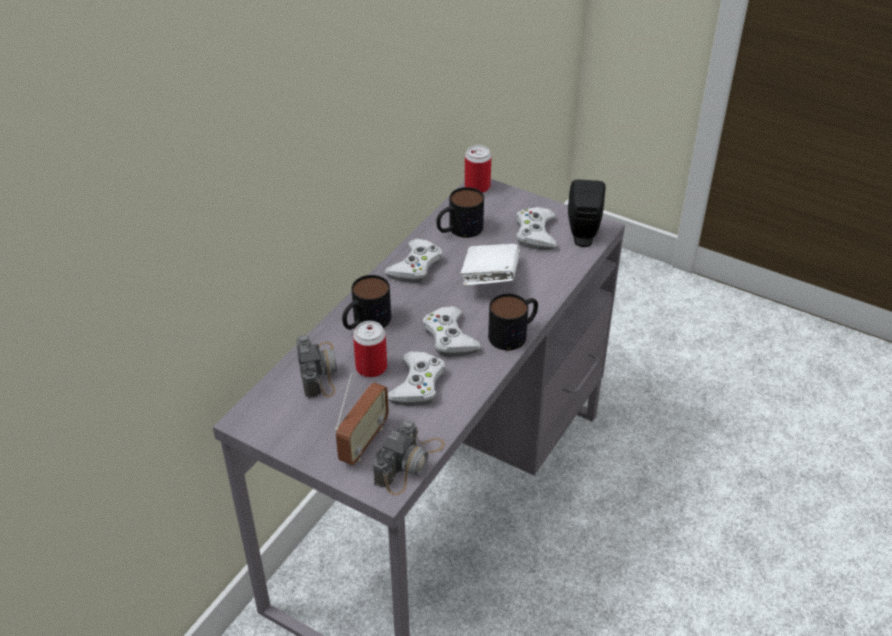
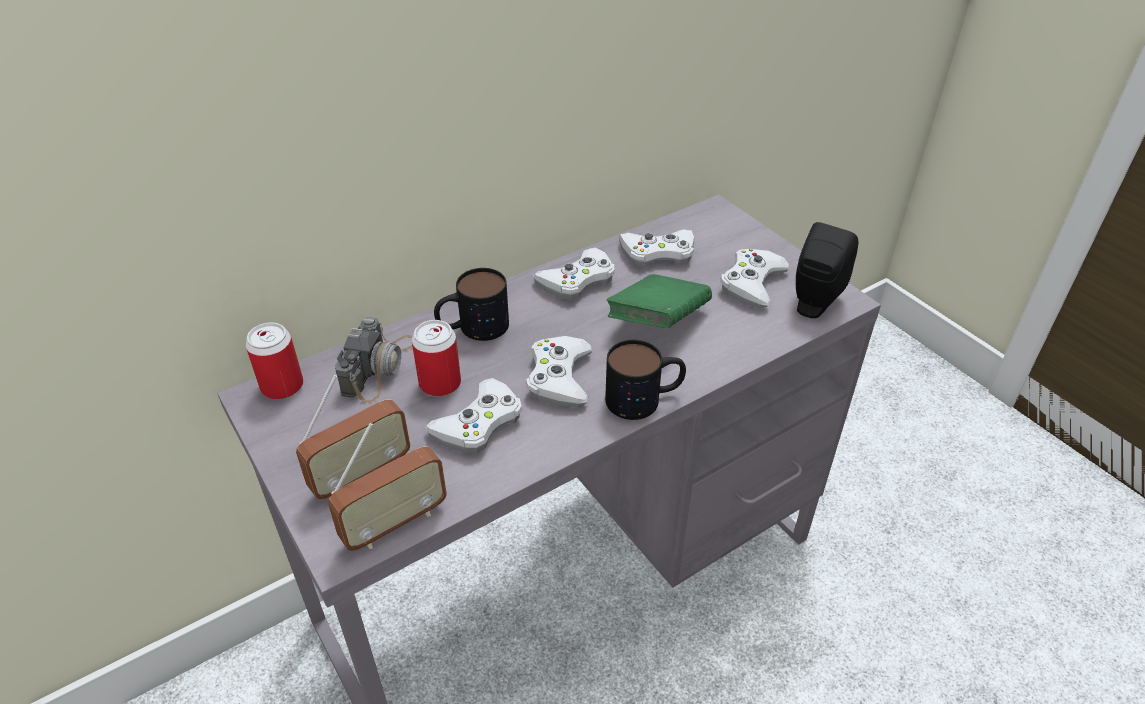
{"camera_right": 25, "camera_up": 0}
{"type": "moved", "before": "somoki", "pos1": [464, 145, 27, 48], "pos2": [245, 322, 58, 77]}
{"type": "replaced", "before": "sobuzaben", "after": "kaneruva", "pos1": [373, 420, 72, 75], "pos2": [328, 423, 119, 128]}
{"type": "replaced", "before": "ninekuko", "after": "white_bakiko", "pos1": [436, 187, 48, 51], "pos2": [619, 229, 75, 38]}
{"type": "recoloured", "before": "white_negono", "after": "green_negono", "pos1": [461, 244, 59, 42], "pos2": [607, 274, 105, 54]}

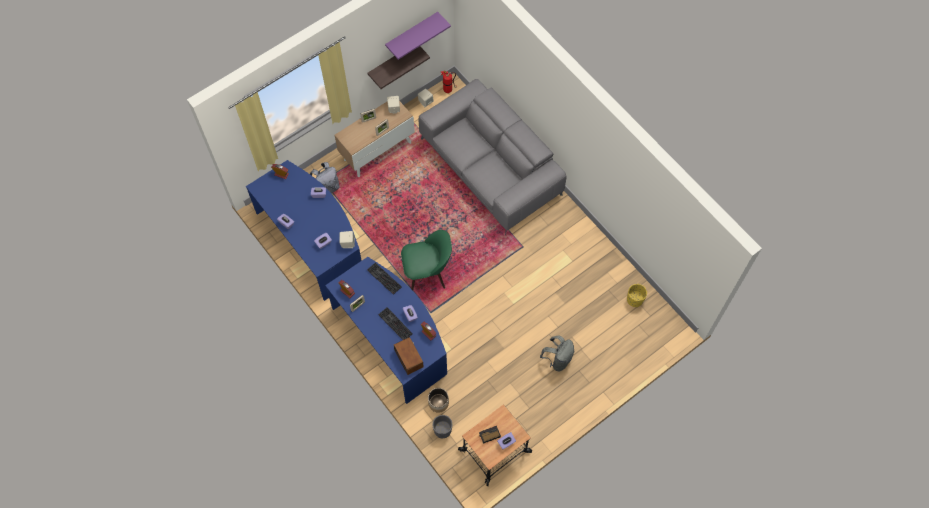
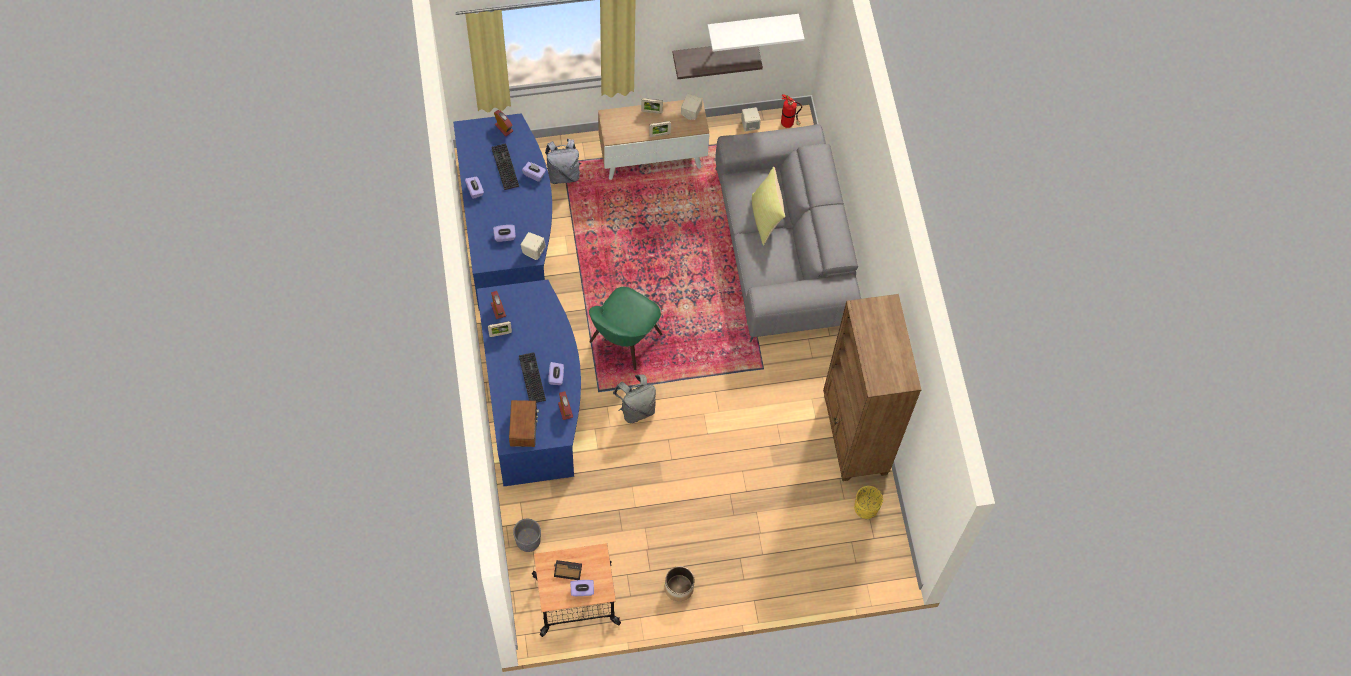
{"camera_right": 25, "camera_up": 0}
{"type": "added", "after": "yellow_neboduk", "pos2": [752, 167, 33, 78]}
{"type": "added", "after": "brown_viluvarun", "pos2": [823, 294, 98, 187]}
{"type": "moved", "before": "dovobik", "pos1": [367, 263, 35, 32], "pos2": [491, 143, 28, 47]}
{"type": "moved", "before": "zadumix", "pos1": [428, 388, 21, 25], "pos2": [665, 566, 29, 35]}
{"type": "moved", "before": "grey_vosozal", "pos1": [540, 336, 34, 36], "pos2": [613, 374, 43, 49]}
{"type": "recoloured", "before": "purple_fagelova", "after": "white_fagelova", "pos1": [385, 12, 66, 48], "pos2": [708, 14, 96, 38]}
{"type": "turned", "before": "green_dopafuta", "pos1": [401, 230, 51, 60], "pos2": [589, 287, 74, 83], "turn": 105}

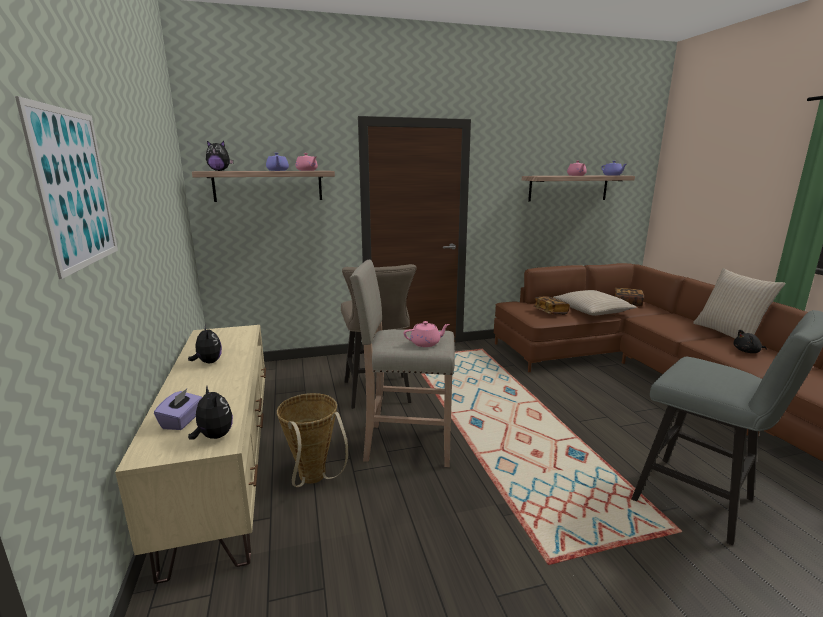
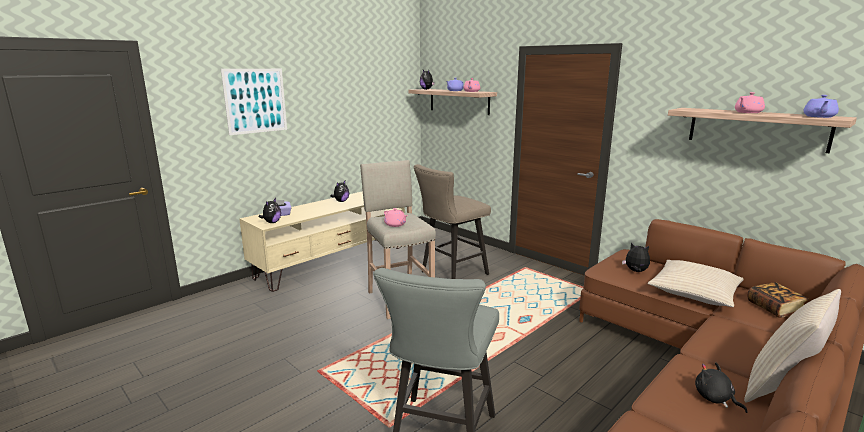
{"camera_right": 60, "camera_up": 0}
{"type": "removed", "before": "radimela", "pos1": [277, 393, 71, 94]}
{"type": "replaced", "before": "negono", "after": "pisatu", "pos1": [533, 296, 37, 19], "pos2": [622, 243, 28, 29]}

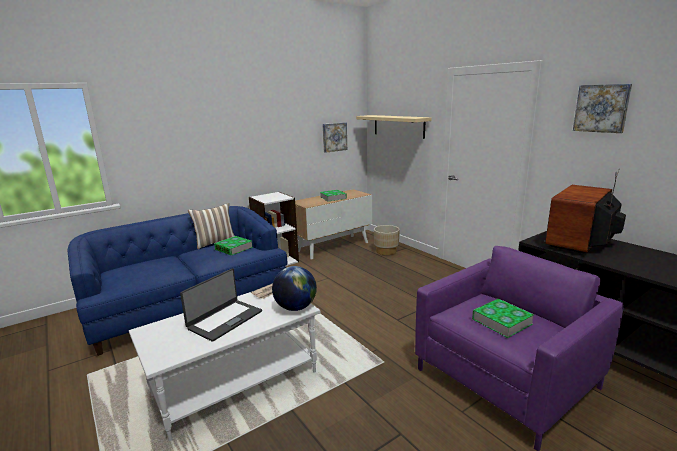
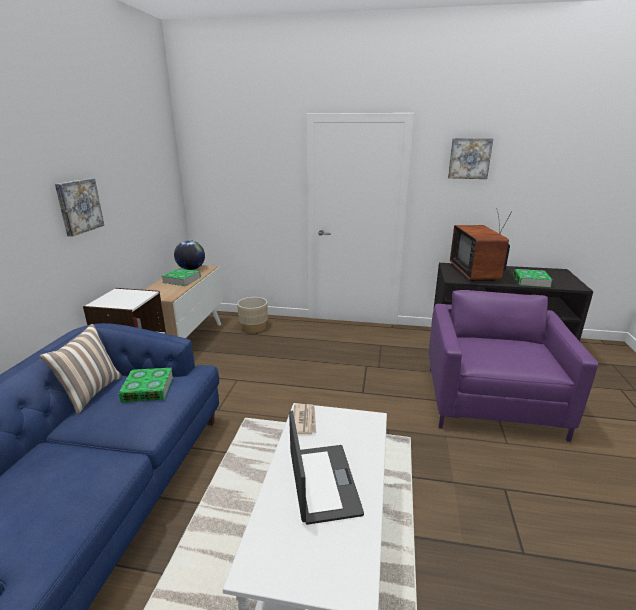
{"camera_right": -45, "camera_up": 5}
{"type": "removed", "before": "beige_fagelova", "pos1": [356, 115, 76, 24]}
{"type": "moved", "before": "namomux", "pos1": [272, 266, 45, 45], "pos2": [174, 240, 31, 30]}
{"type": "moved", "before": "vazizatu", "pos1": [323, 122, 24, 31], "pos2": [55, 178, 49, 58]}
{"type": "moved", "before": "negono", "pos1": [472, 299, 62, 39], "pos2": [513, 269, 39, 18]}

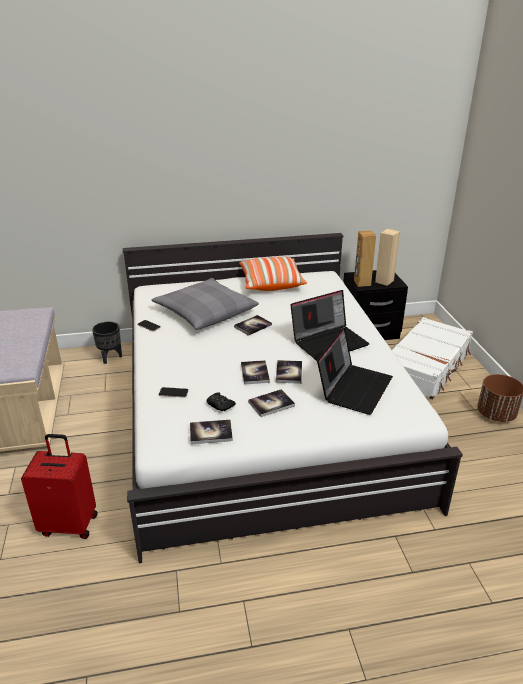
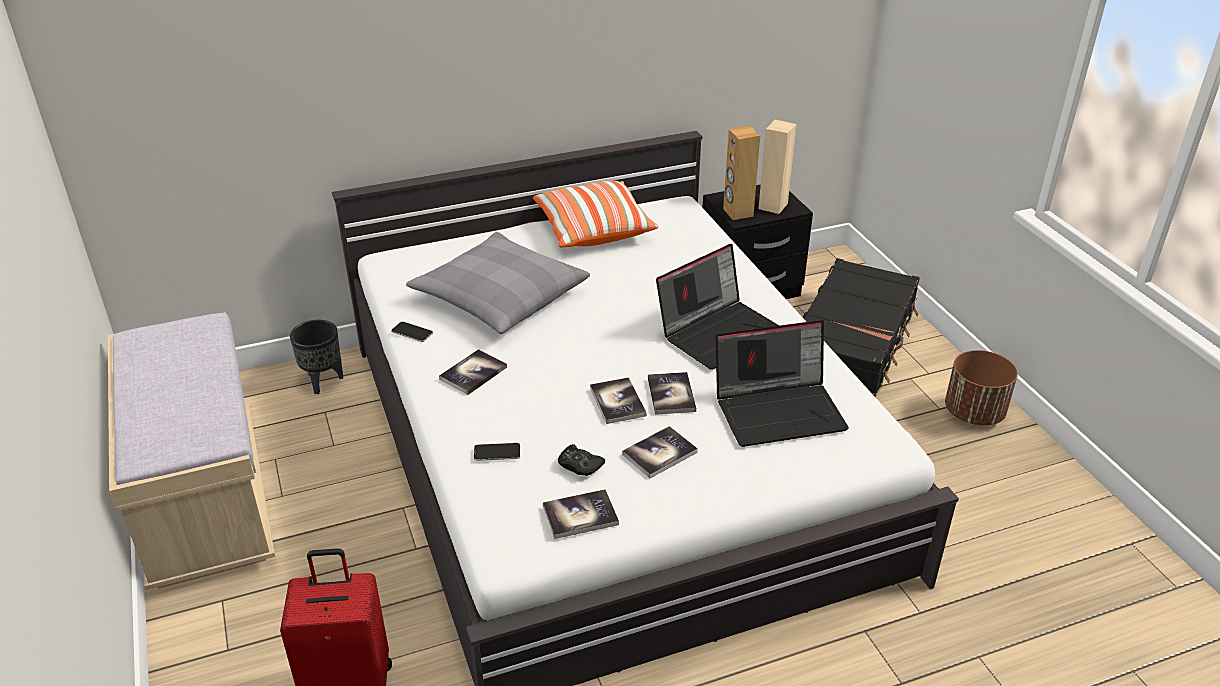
{"camera_right": -10, "camera_up": 5}
{"type": "moved", "before": "negono", "pos1": [234, 315, 38, 21], "pos2": [439, 349, 68, 46]}
{"type": "recoloured", "before": "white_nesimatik", "after": "black_nesimatik", "pos1": [392, 317, 81, 82], "pos2": [803, 258, 117, 139]}
{"type": "turned", "before": "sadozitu", "pos1": [317, 327, 76, 88], "pos2": [716, 320, 133, 127], "turn": 60}

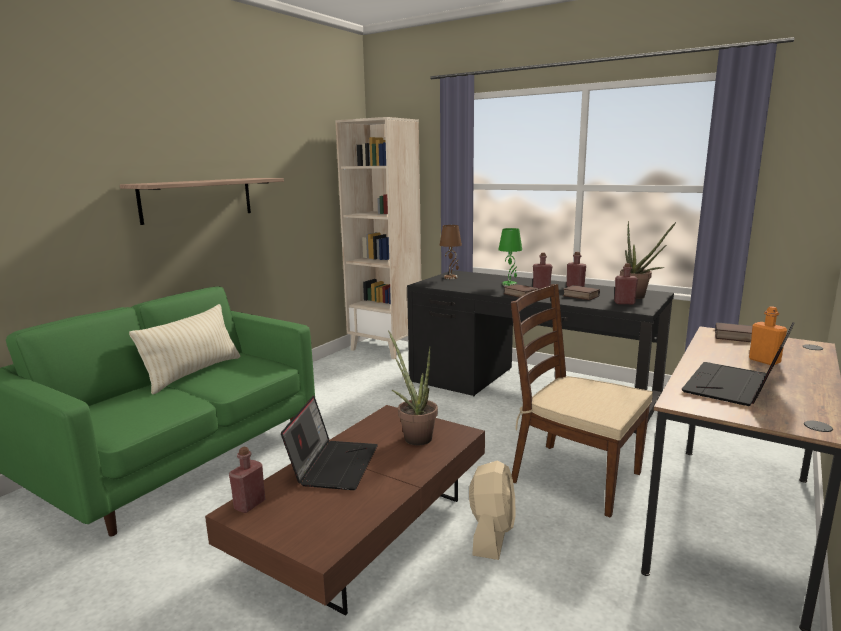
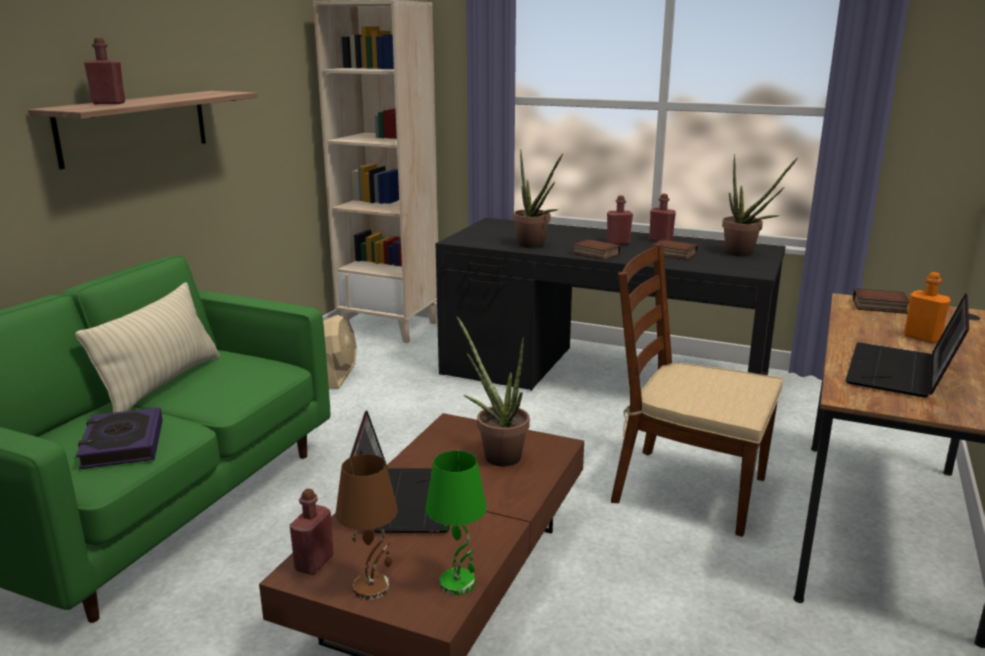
{"camera_right": -10, "camera_up": 5}
{"type": "added", "after": "negono", "pos2": [76, 407, 87, 62]}
{"type": "added", "after": "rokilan", "pos2": [513, 149, 50, 99]}
{"type": "moved", "before": "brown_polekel", "pos1": [440, 225, 22, 54], "pos2": [335, 454, 63, 146]}
{"type": "moved", "before": "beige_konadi", "pos1": [469, 460, 47, 100], "pos2": [323, 315, 34, 74]}
{"type": "moved", "before": "green_polekel", "pos1": [498, 228, 24, 58], "pos2": [425, 450, 62, 145]}
{"type": "moved", "before": "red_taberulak", "pos1": [614, 263, 24, 41], "pos2": [84, 38, 41, 66]}

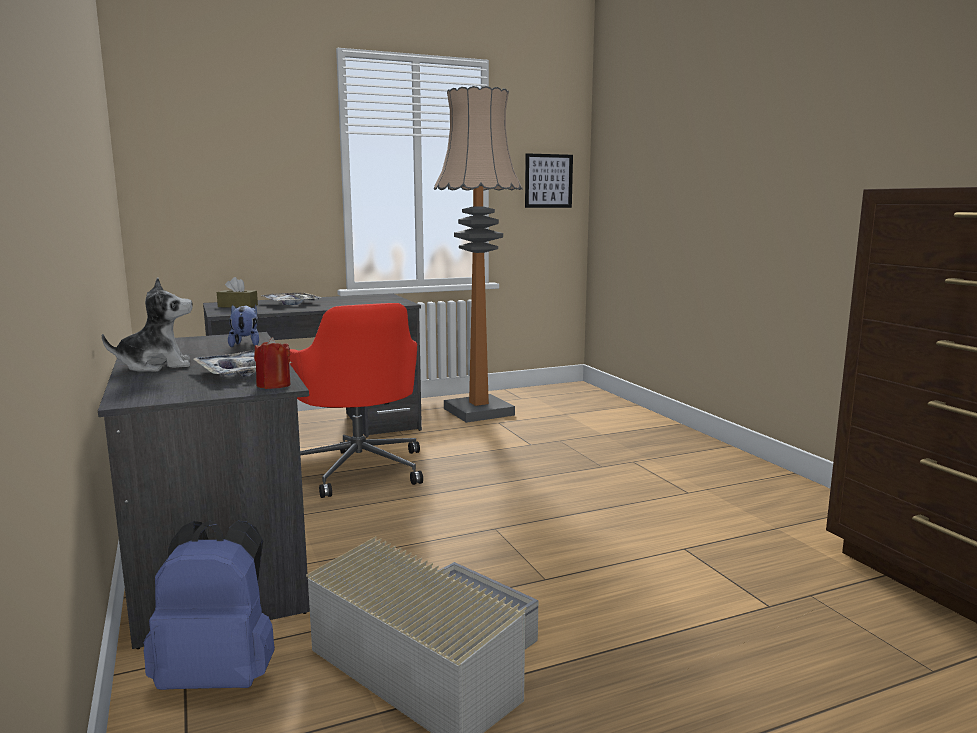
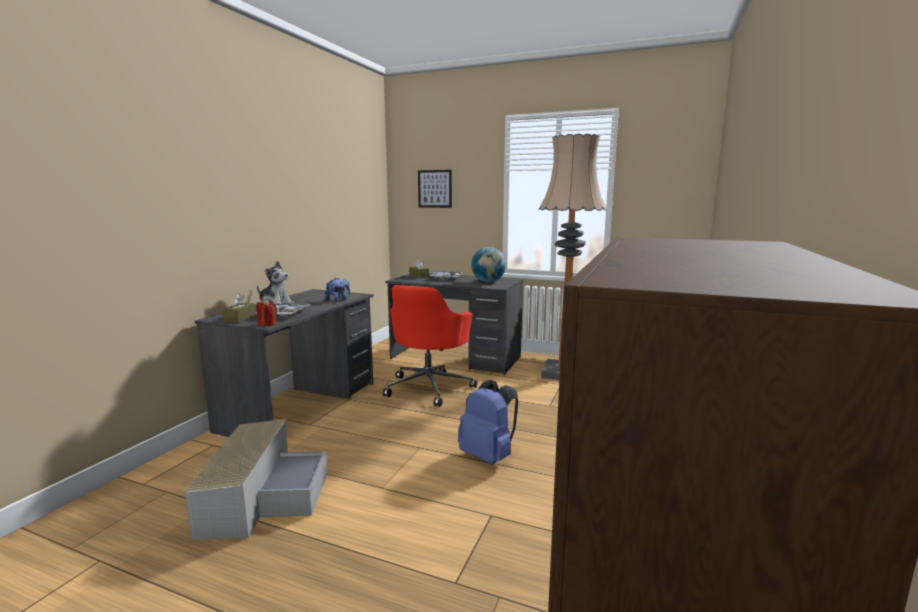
{"camera_right": 45, "camera_up": 0}
{"type": "added", "after": "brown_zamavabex", "pos2": [222, 293, 34, 30]}
{"type": "added", "after": "namomux", "pos2": [471, 247, 35, 35]}
{"type": "moved", "before": "blue_vosozal", "pos1": [144, 521, 131, 169], "pos2": [458, 380, 60, 84]}
{"type": "moved", "before": "vazizatu", "pos1": [525, 153, 48, 55], "pos2": [418, 170, 34, 38]}

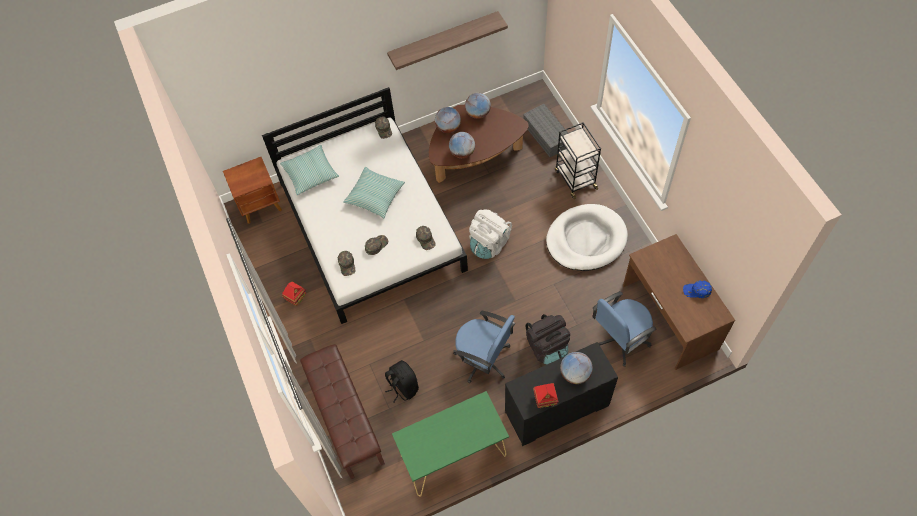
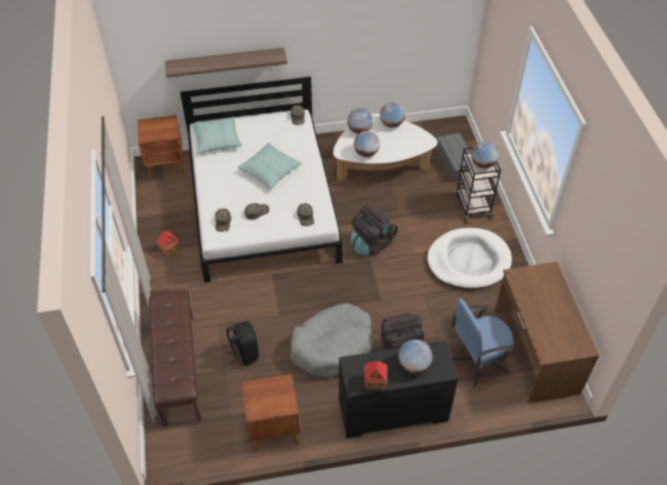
{"camera_right": 10, "camera_up": -10}
{"type": "removed", "before": "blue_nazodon", "pos1": [683, 281, 29, 17]}
{"type": "added", "after": "namomux", "pos2": [471, 141, 28, 28]}
{"type": "moved", "before": "fagelova", "pos1": [387, 11, 121, 59], "pos2": [165, 47, 122, 31]}
{"type": "replaced", "before": "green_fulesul", "after": "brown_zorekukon", "pos1": [392, 391, 117, 105], "pos2": [242, 374, 58, 79]}
{"type": "replaced", "before": "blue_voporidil", "after": "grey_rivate", "pos1": [453, 311, 62, 72], "pos2": [290, 303, 83, 74]}
{"type": "recoloured", "before": "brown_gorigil", "after": "white_gorigil", "pos1": [429, 105, 100, 78], "pos2": [333, 113, 105, 68]}
{"type": "recoloured", "before": "white_vosozal", "after": "black_vosozal", "pos1": [469, 209, 43, 50], "pos2": [350, 205, 47, 51]}

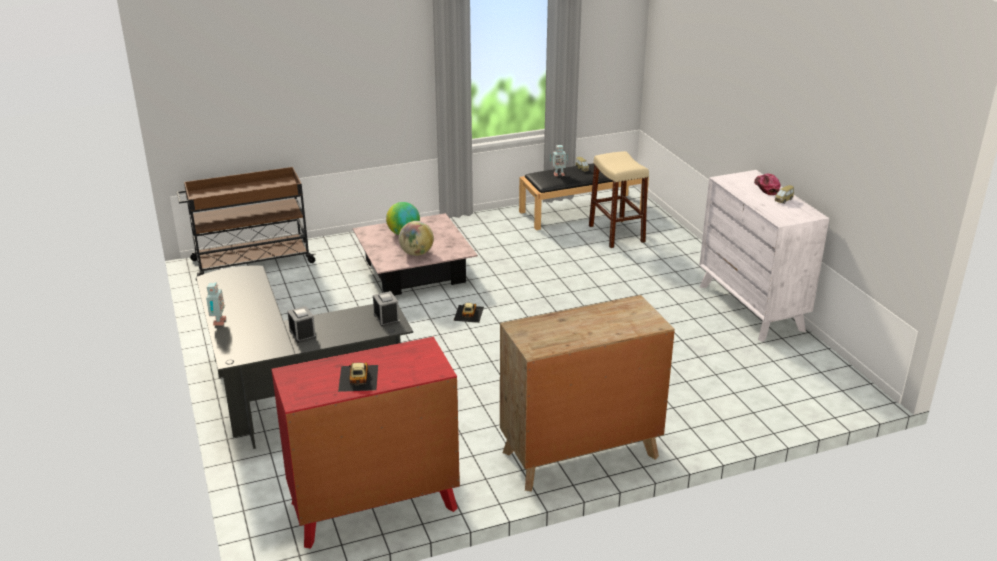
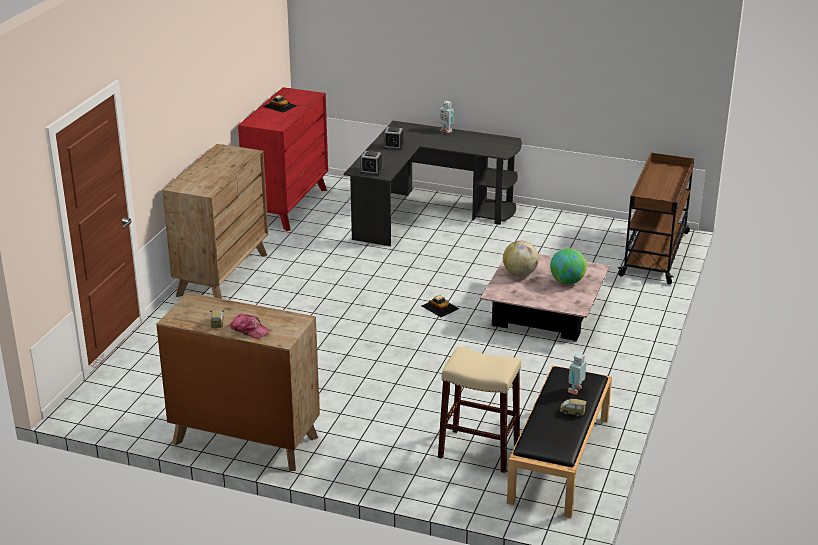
{"camera_right": 130, "camera_up": 0}
{"type": "recoloured", "before": "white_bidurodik", "after": "brown_bidurodik", "pos1": [699, 170, 130, 172], "pos2": [156, 292, 164, 180]}

